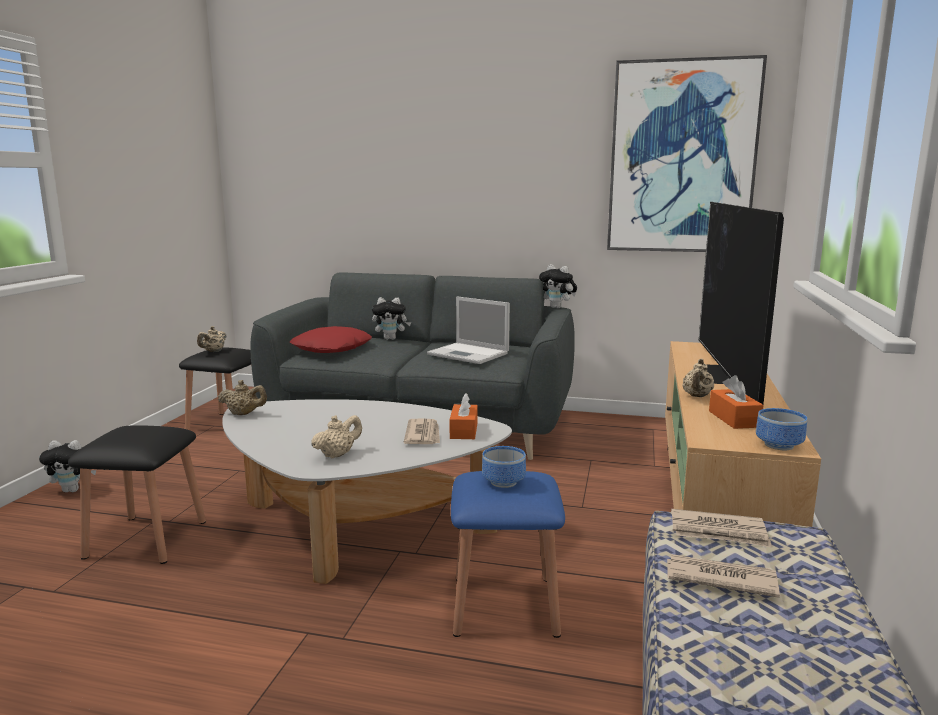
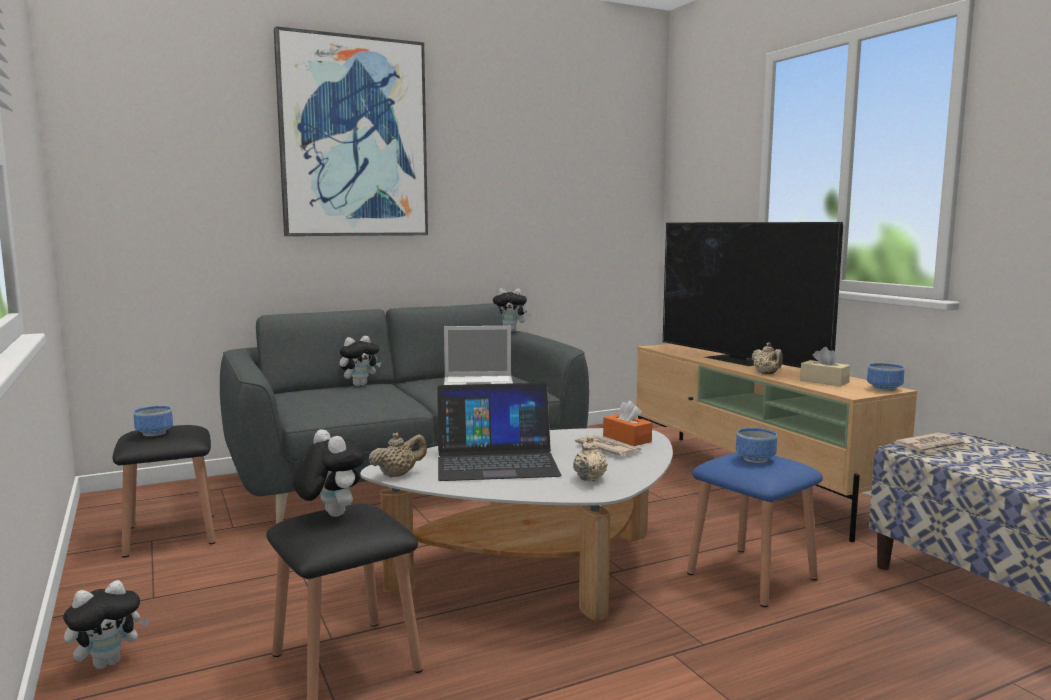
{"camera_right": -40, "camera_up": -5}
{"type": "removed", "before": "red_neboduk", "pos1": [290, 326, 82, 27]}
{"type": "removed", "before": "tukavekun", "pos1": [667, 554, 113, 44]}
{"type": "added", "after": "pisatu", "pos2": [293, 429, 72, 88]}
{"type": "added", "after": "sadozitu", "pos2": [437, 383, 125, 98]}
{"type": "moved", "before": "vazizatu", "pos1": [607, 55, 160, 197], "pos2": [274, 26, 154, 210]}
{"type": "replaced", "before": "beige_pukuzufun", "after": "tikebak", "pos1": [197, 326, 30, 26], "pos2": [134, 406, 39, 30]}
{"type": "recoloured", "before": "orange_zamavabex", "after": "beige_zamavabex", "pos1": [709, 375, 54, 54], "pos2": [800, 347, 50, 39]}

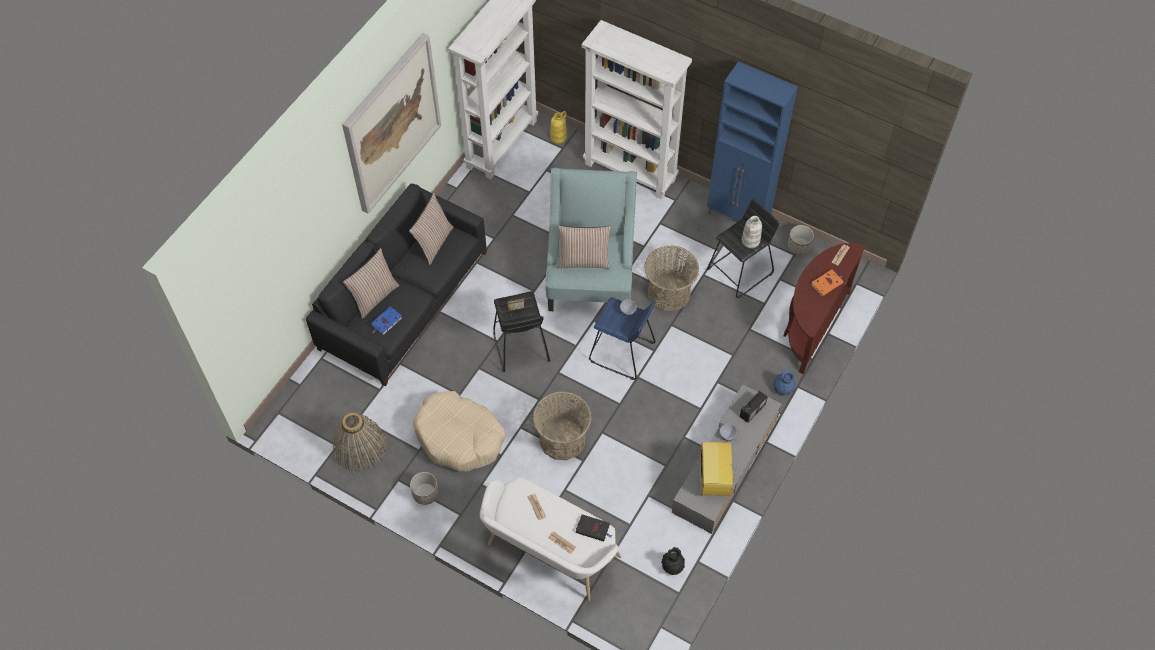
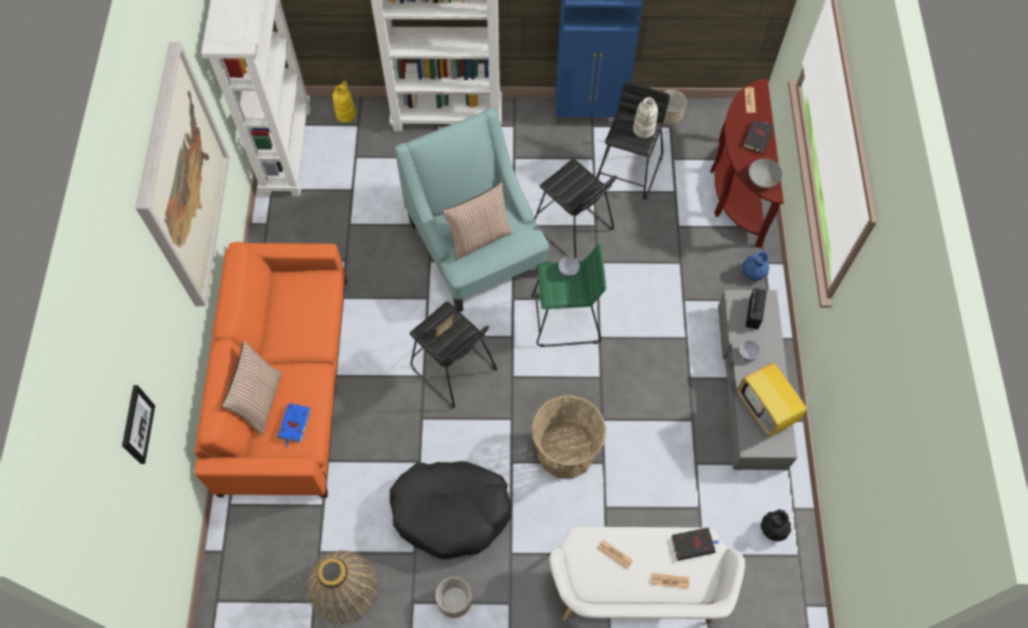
{"camera_right": -30, "camera_up": 5}
{"type": "removed", "before": "neboduk", "pos1": [409, 193, 44, 72]}
{"type": "added", "after": "vazizatu", "pos2": [122, 385, 33, 79]}
{"type": "added", "after": "grey_tikebak", "pos2": [749, 159, 34, 30]}
{"type": "replaced", "before": "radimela", "after": "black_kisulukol", "pos1": [644, 246, 55, 65], "pos2": [535, 159, 82, 99]}
{"type": "recoloured", "before": "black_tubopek", "after": "orange_tubopek", "pos1": [306, 184, 181, 202], "pos2": [194, 242, 153, 256]}
{"type": "recoloured", "before": "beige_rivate", "after": "black_rivate", "pos1": [413, 391, 92, 81], "pos2": [390, 461, 122, 99]}
{"type": "recoloured", "before": "blue_kisulukol", "after": "green_kisulukol", "pos1": [589, 297, 67, 83], "pos2": [532, 244, 74, 103]}
{"type": "recoloured", "before": "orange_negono", "after": "black_negono", "pos1": [811, 269, 32, 27], "pos2": [743, 119, 31, 34]}

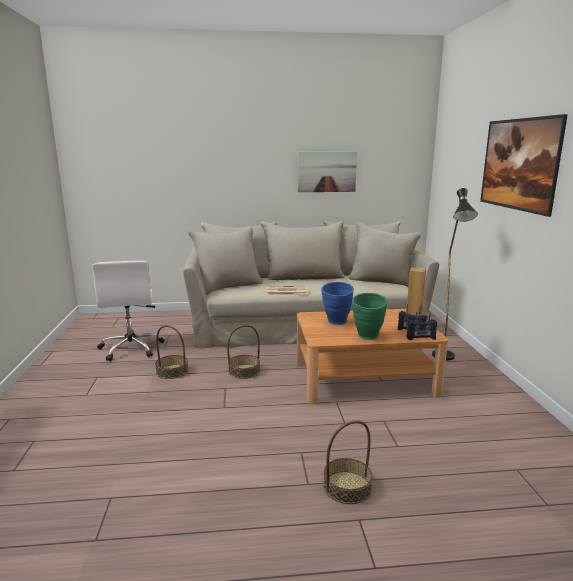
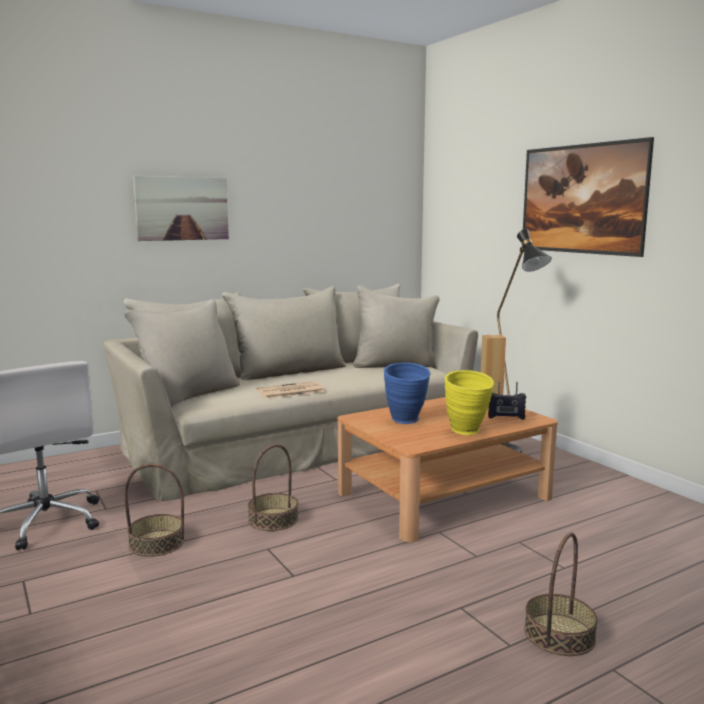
{"camera_right": -25, "camera_up": -5}
{"type": "removed", "before": "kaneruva", "pos1": [407, 311, 30, 29]}
{"type": "moved", "before": "vazizatu", "pos1": [298, 152, 59, 40], "pos2": [133, 176, 96, 65]}
{"type": "recoloured", "before": "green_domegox", "after": "yellow_domegox", "pos1": [352, 293, 35, 47], "pos2": [445, 370, 49, 65]}

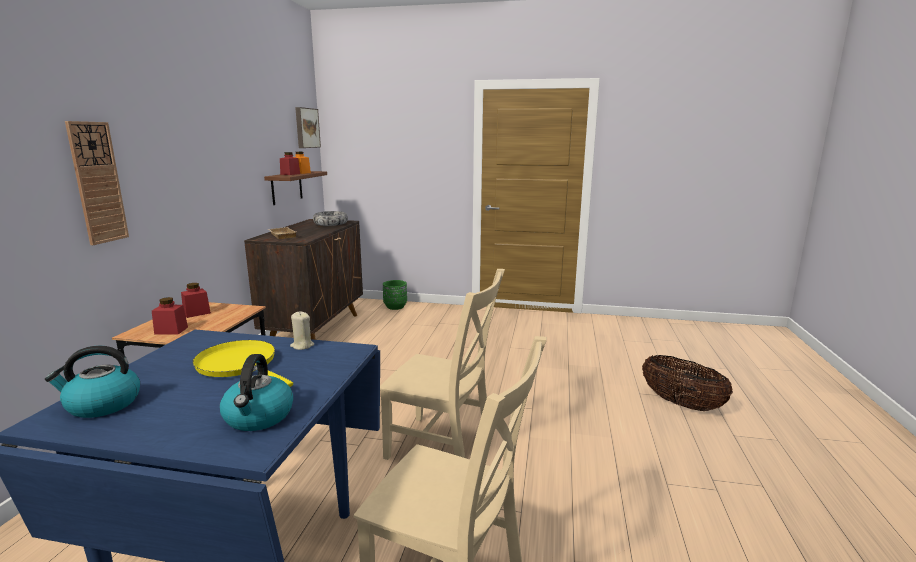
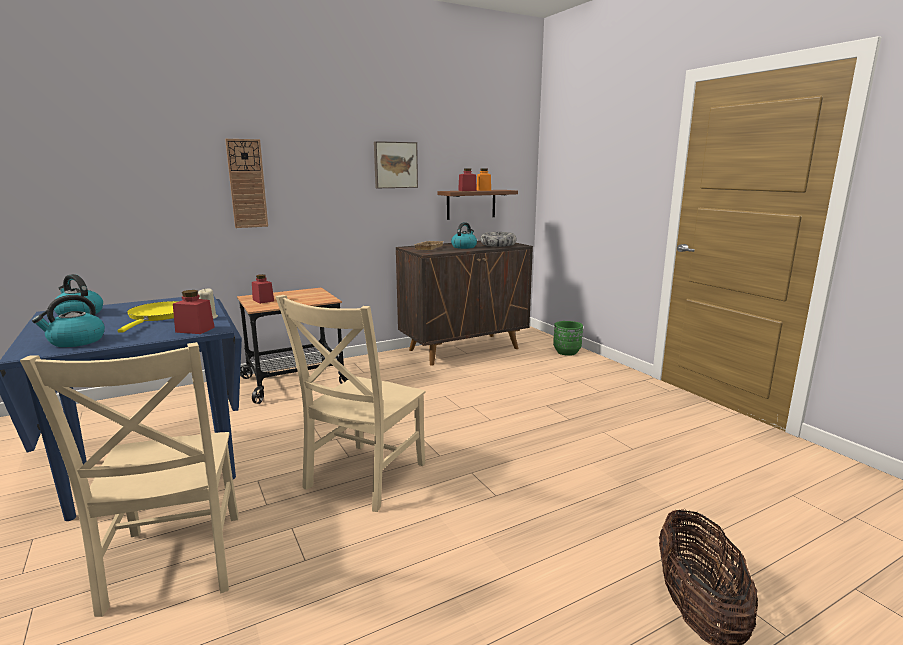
{"camera_right": 50, "camera_up": 0}
{"type": "added", "after": "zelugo", "pos2": [451, 222, 26, 27]}
{"type": "moved", "before": "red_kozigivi", "pos1": [181, 283, 30, 35], "pos2": [173, 290, 42, 44]}
{"type": "moved", "before": "vazizatu", "pos1": [295, 107, 26, 41], "pos2": [374, 141, 44, 47]}
{"type": "turned", "before": "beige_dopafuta", "pos1": [380, 269, 125, 191], "pos2": [275, 295, 150, 217], "turn": 45}

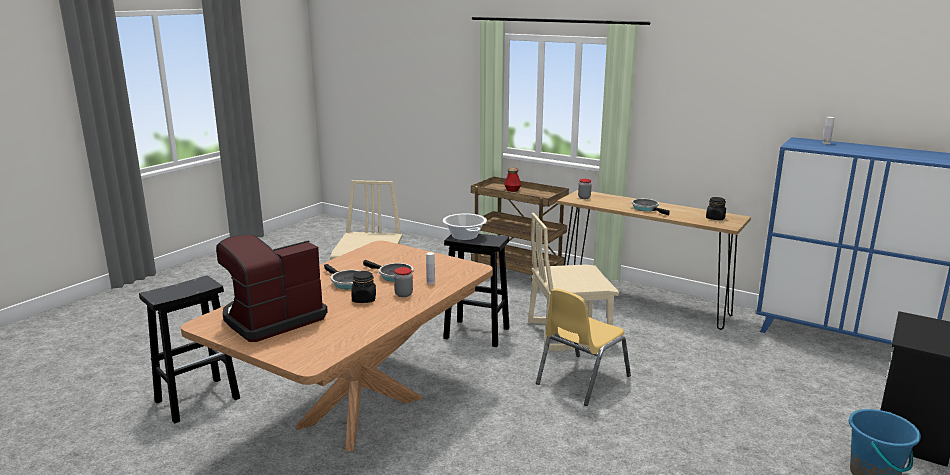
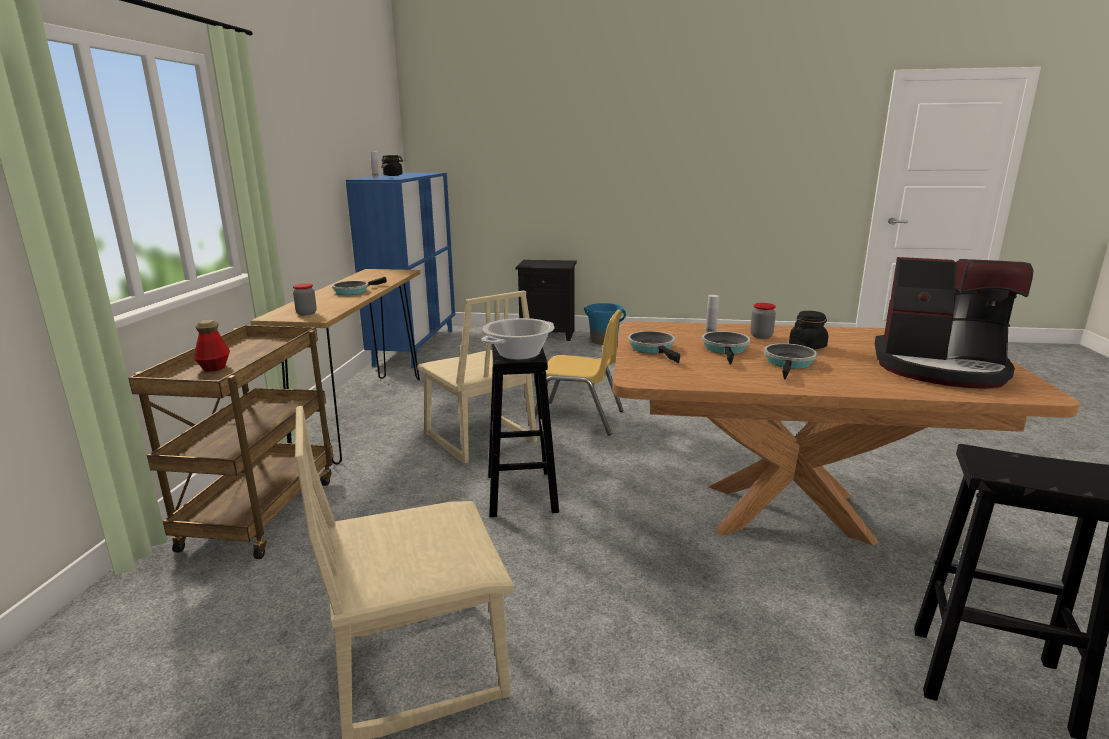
{"camera_right": -115, "camera_up": 0}
{"type": "added", "after": "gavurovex", "pos2": [628, 331, 52, 32]}
{"type": "moved", "before": "black_kozigivi", "pos1": [706, 197, 20, 23], "pos2": [382, 155, 21, 21]}

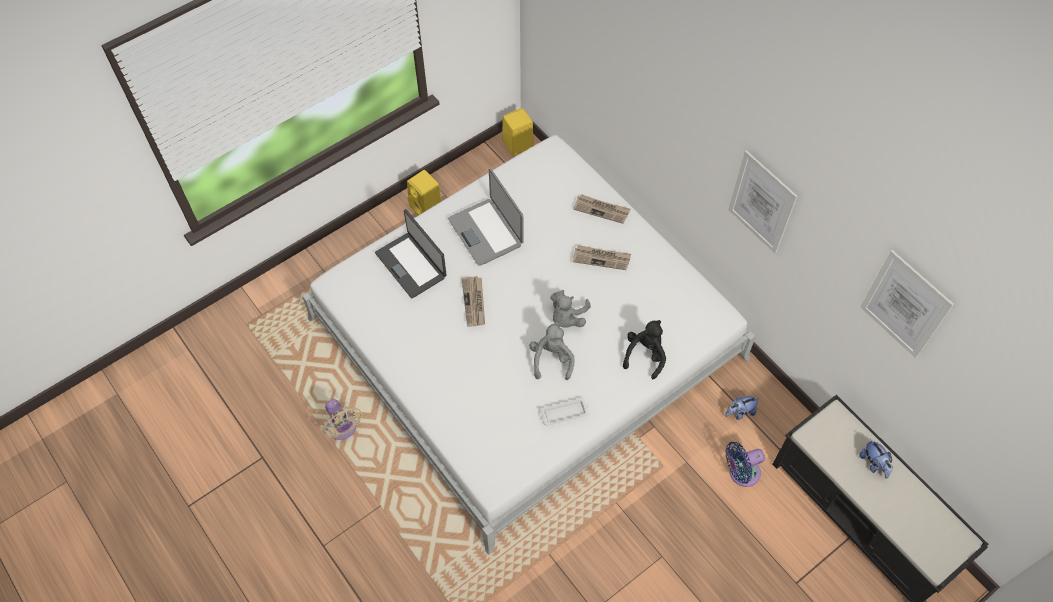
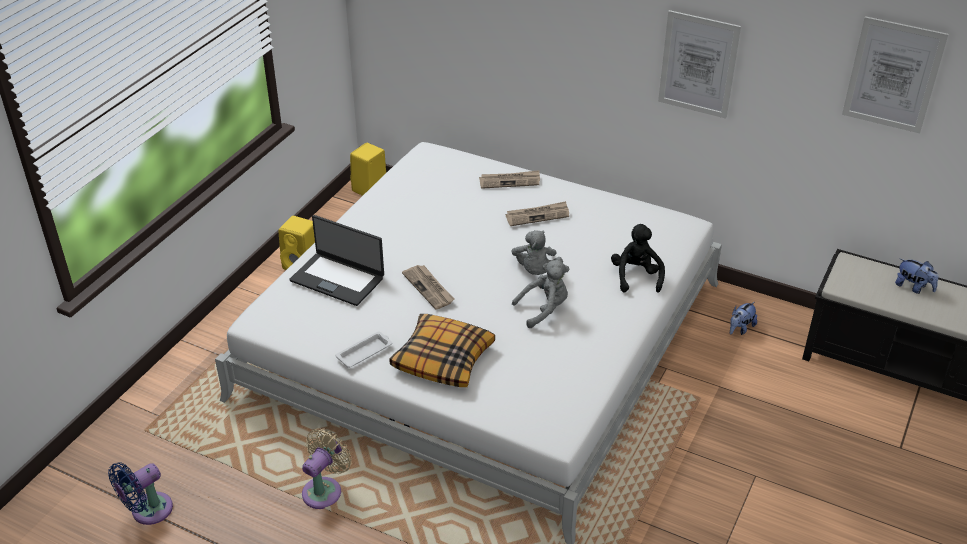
{"camera_right": -25, "camera_up": -20}
{"type": "removed", "before": "sadozitu", "pos1": [448, 169, 75, 97]}
{"type": "added", "after": "neboduk", "pos2": [389, 314, 106, 73]}
{"type": "moved", "before": "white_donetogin", "pos1": [540, 397, 49, 29], "pos2": [335, 331, 57, 37]}
{"type": "moved", "before": "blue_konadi", "pos1": [725, 442, 40, 45], "pos2": [108, 462, 65, 63]}
{"type": "turned", "before": "beige_konadi", "pos1": [323, 399, 39, 41], "pos2": [302, 428, 50, 81], "turn": -90}
{"type": "turned", "before": "grey_pisatu", "pos1": [529, 322, 45, 58], "pos2": [512, 260, 57, 68], "turn": 90}

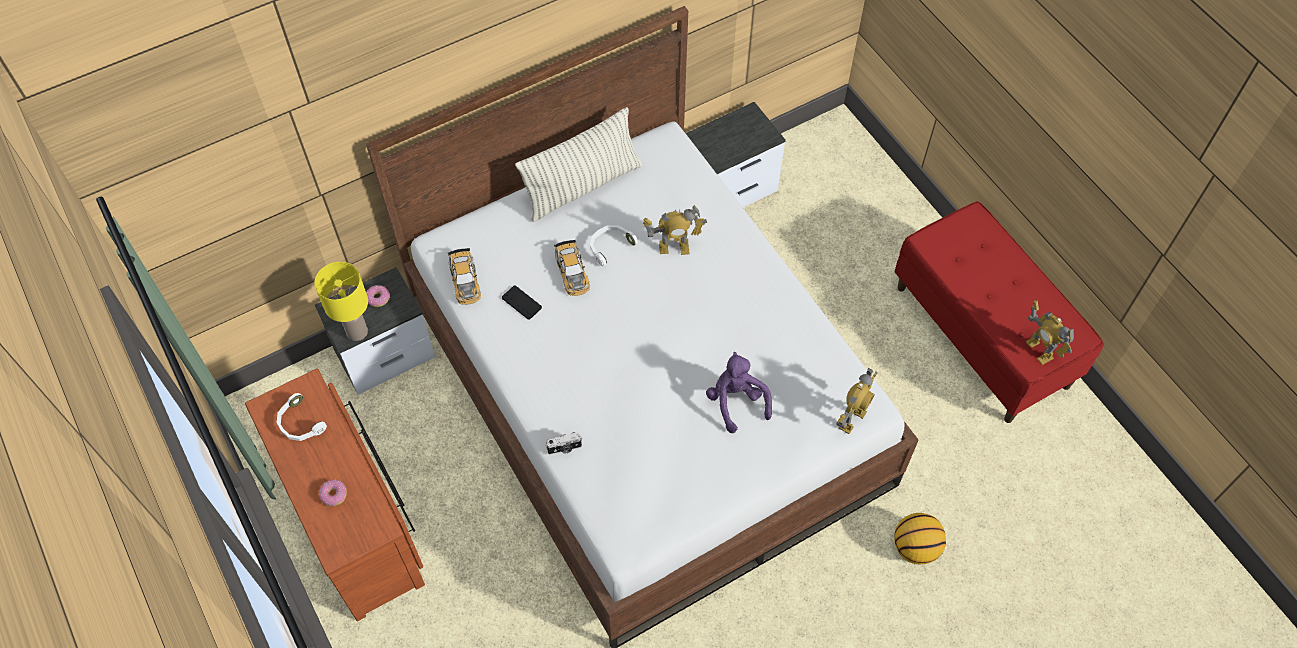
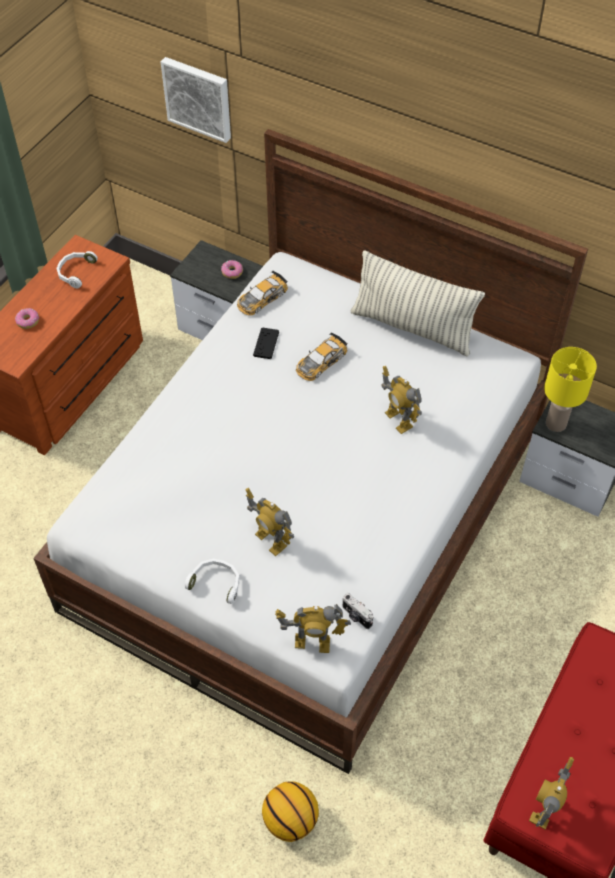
{"camera_right": 60, "camera_up": -5}
{"type": "added", "after": "vazizatu", "pos2": [161, 57, 70, 86]}
{"type": "moved", "before": "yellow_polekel", "pos1": [314, 262, 54, 79], "pos2": [544, 347, 53, 85]}
{"type": "moved", "before": "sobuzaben", "pos1": [545, 432, 37, 23], "pos2": [342, 593, 31, 36]}
{"type": "moved", "before": "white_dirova", "pos1": [590, 225, 48, 41], "pos2": [185, 559, 54, 45]}
{"type": "replaced", "before": "purple_pisatu", "after": "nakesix", "pos1": [706, 352, 66, 81], "pos2": [246, 488, 48, 68]}

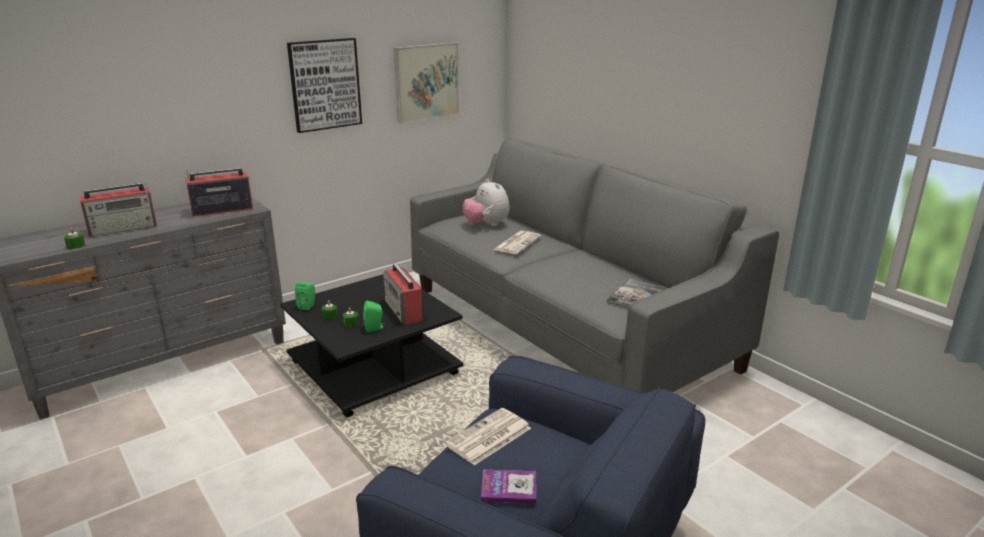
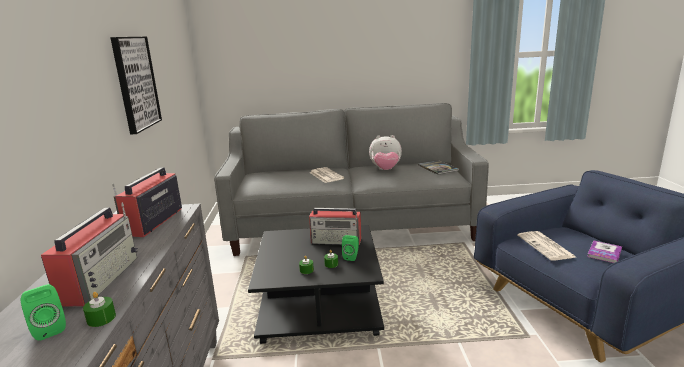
{"camera_right": -55, "camera_up": -5}
{"type": "removed", "before": "vazizatu", "pos1": [394, 42, 66, 81]}
{"type": "moved", "before": "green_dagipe", "pos1": [295, 282, 20, 28], "pos2": [21, 284, 45, 56]}
{"type": "moved", "before": "pisatu", "pos1": [463, 179, 46, 47], "pos2": [369, 135, 33, 35]}

